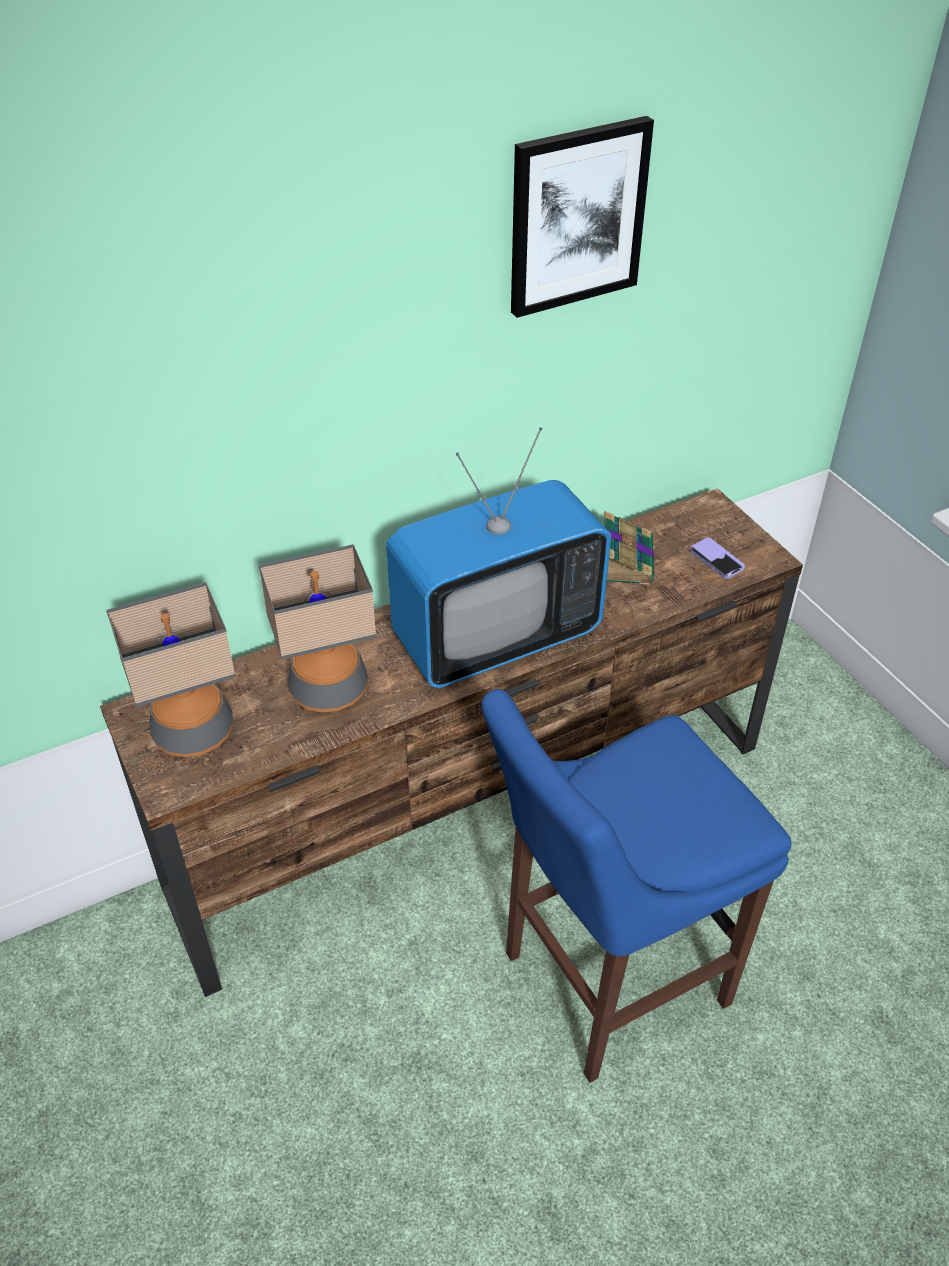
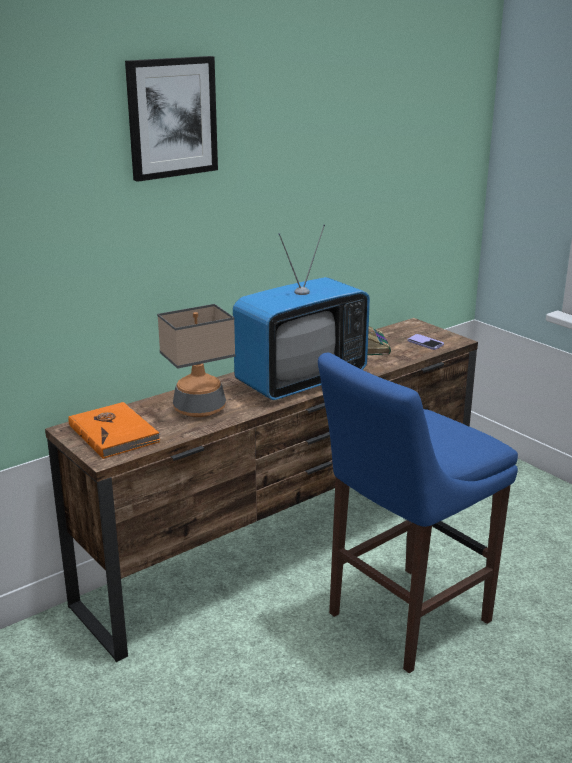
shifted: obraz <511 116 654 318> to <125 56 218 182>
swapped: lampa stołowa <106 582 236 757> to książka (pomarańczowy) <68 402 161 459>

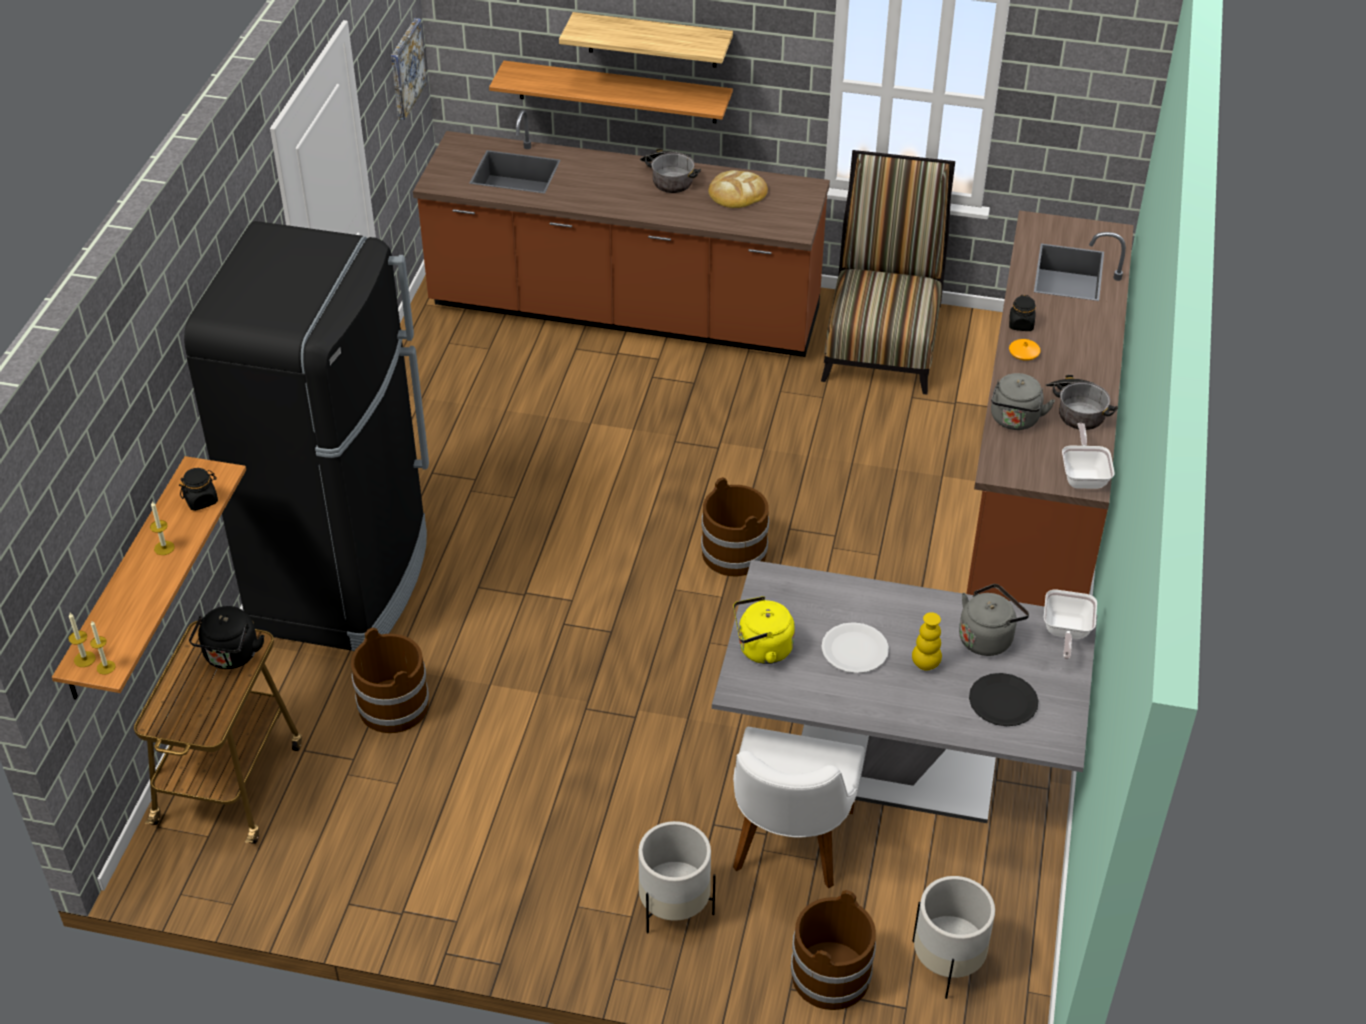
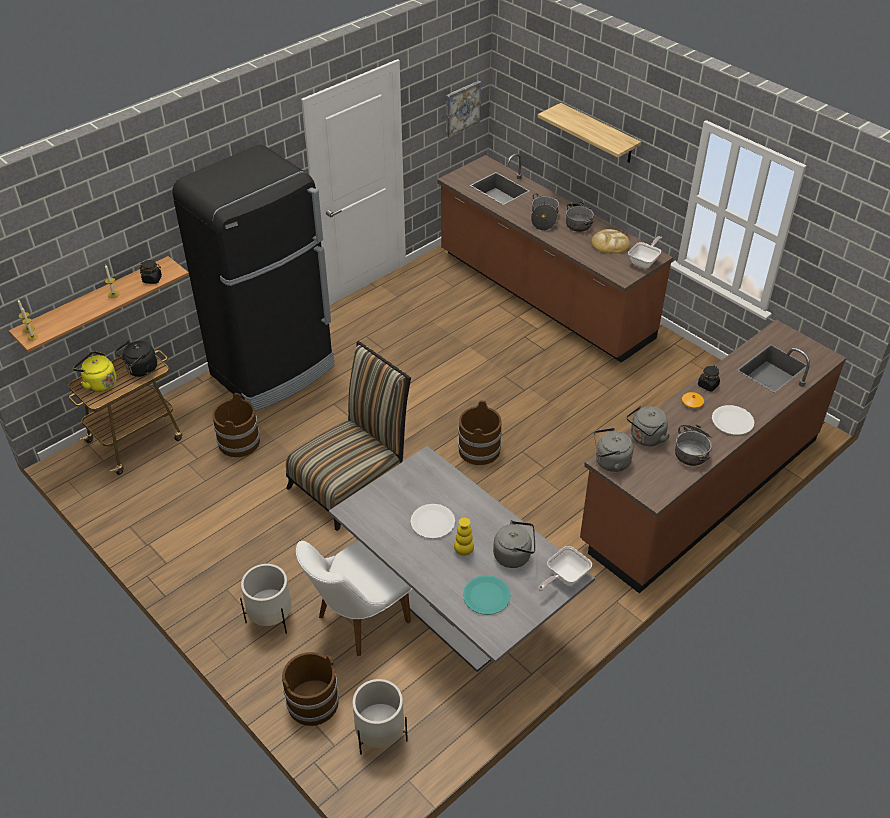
gone: półka <489 61 733 123>
new: garnek <531 193 559 231>; czajnik (szary) <594 428 634 472>; talerz (biały) <712 405 754 435>
shifted: czajnik (żółty) <733 596 795 664> to <73 351 116 392>; krzesło <821 150 955 395> to <286 341 411 531>; patelnia <1062 423 1115 489> to <628 236 662 269>
repainted: talerz (czarny) <969 673 1038 726> to talerz (turkusowy) <463 575 511 615>

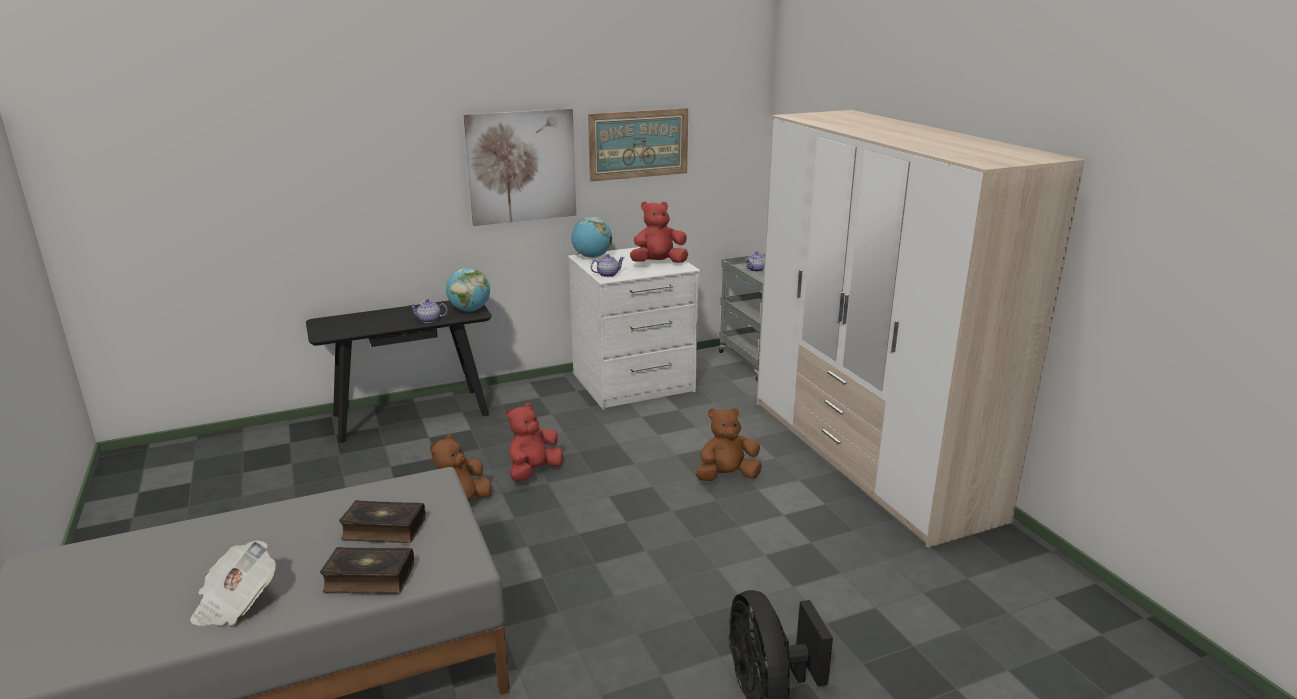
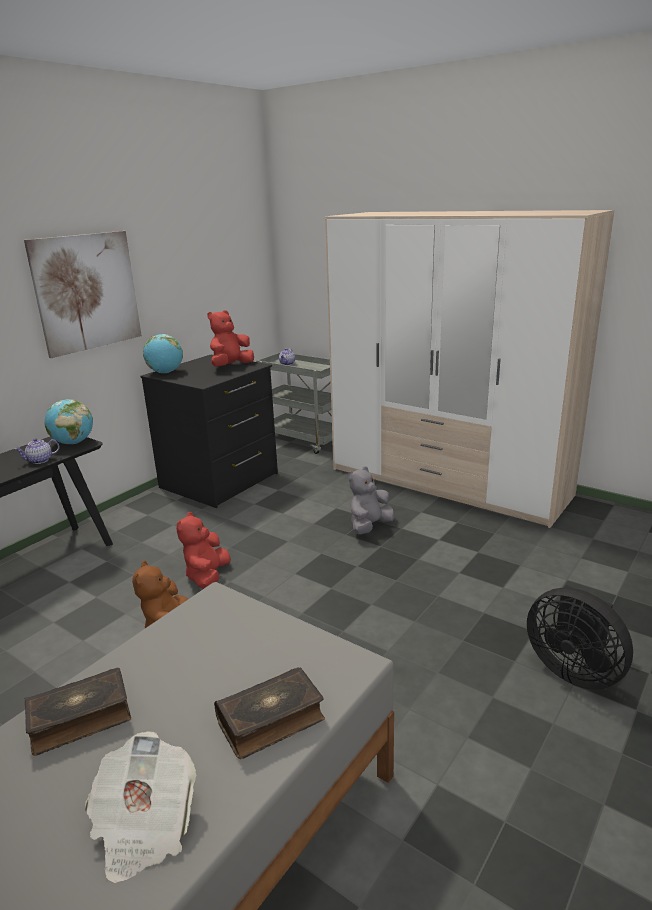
gone: obraz <588 108 688 182>; imbryk <591 254 625 277>
shifted: książka <339 500 425 543> to <25 668 131 756>
repainted: komoda (biały) <568 247 700 410> to komoda (czarny) <141 355 278 508>; pluszak (brązowy) <696 407 762 481> to pluszak (szary) <348 466 394 535>

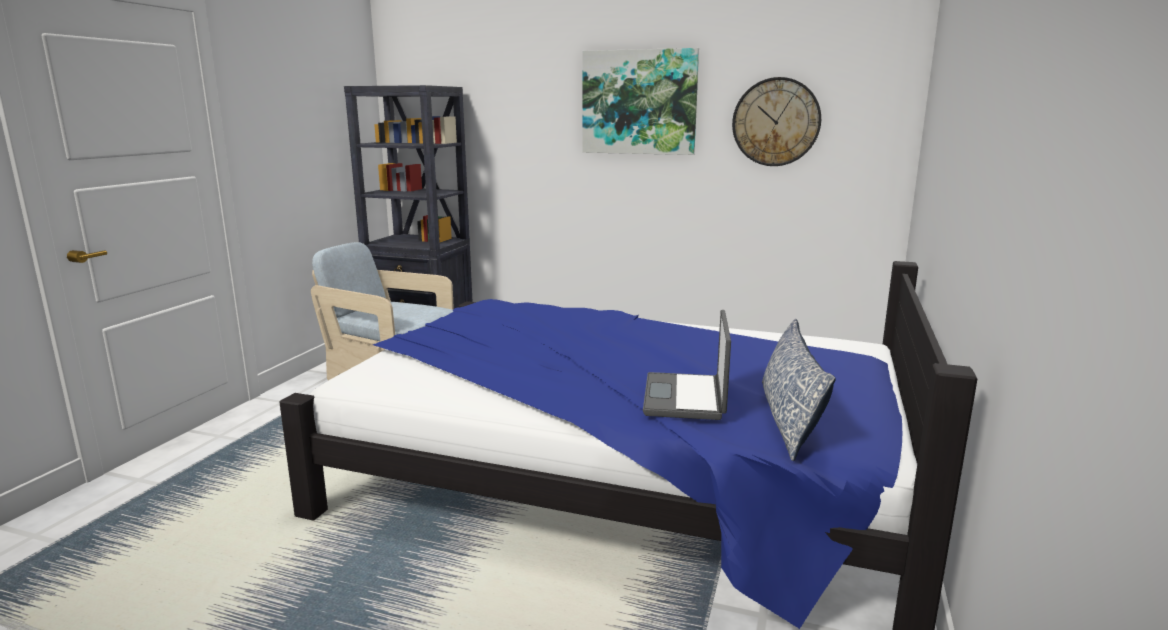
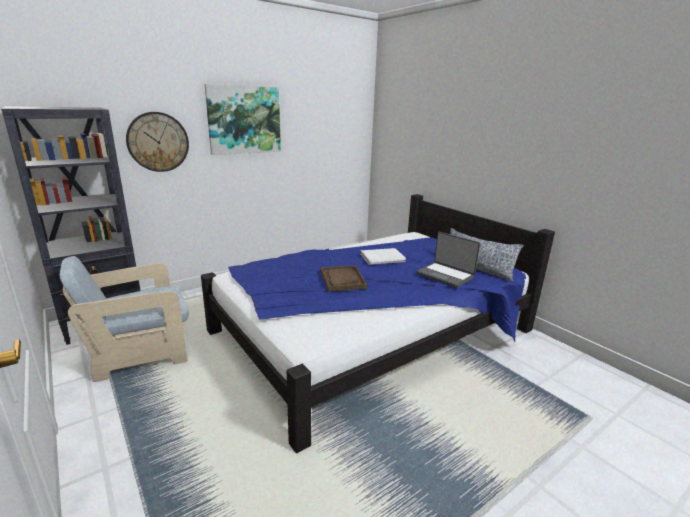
new: taca (brązowy) <320 265 367 292>; książka (biały) <361 248 406 265>
shifted: zegar ścienny <732 77 821 166> to <126 112 189 172>

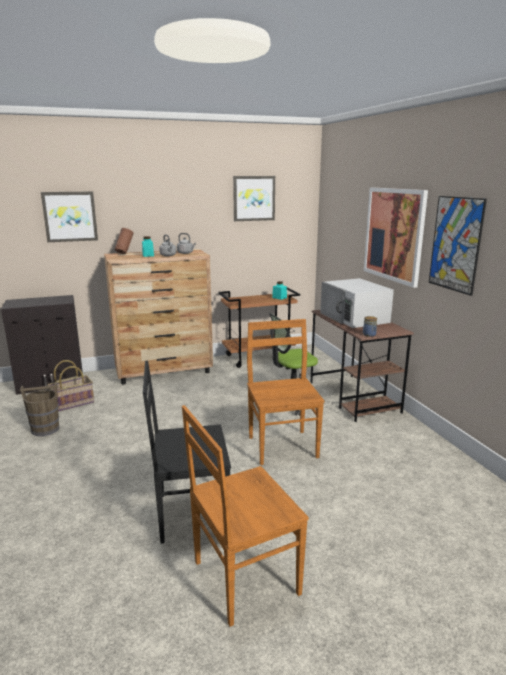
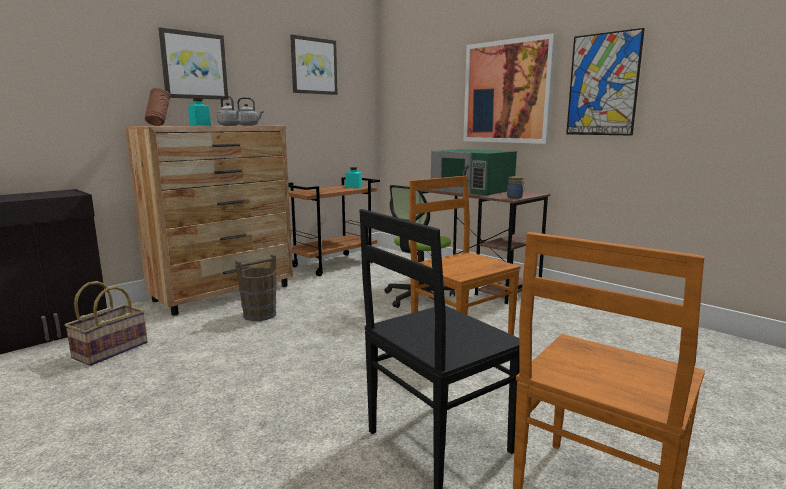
shifted: wiadro (brązowy) <20 382 60 436> to <235 254 277 321>; obraz <41 191 98 242> to <158 27 228 100>
repainted: mikrofalówka (biały) <320 278 394 328> to mikrofalówka (zielony) <431 149 517 195>

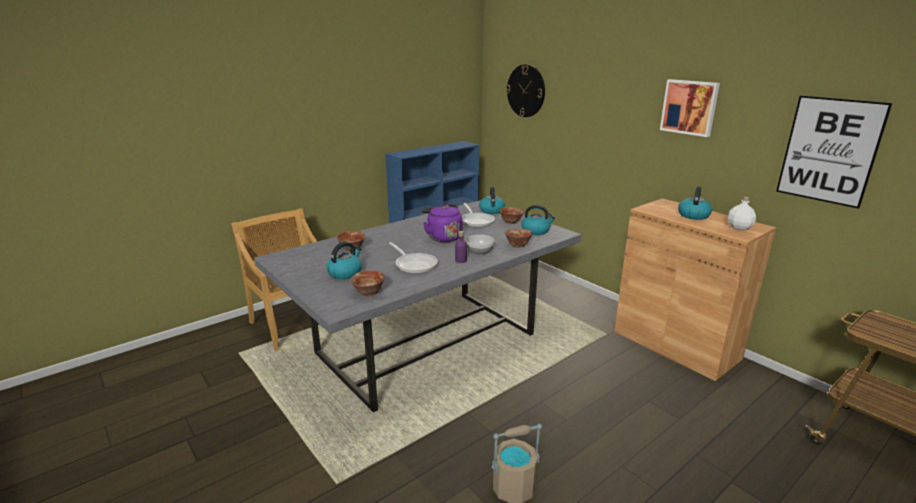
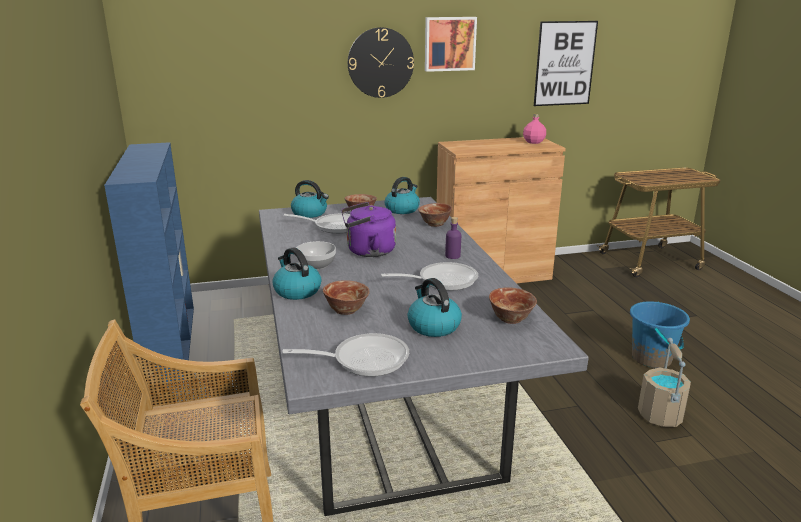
new: patelnia <282 333 409 377>; wiadro (niebieski) <630 301 690 368>
shifted: miska <466 235 494 255> to <297 241 336 270>; zegar ścienny <506 64 545 117> to <348 27 414 98>; czajnik <678 186 712 220> to <272 247 321 300>
repainted: butelka (biały) <728 197 756 230> to butelka (różowy) <523 114 546 144>

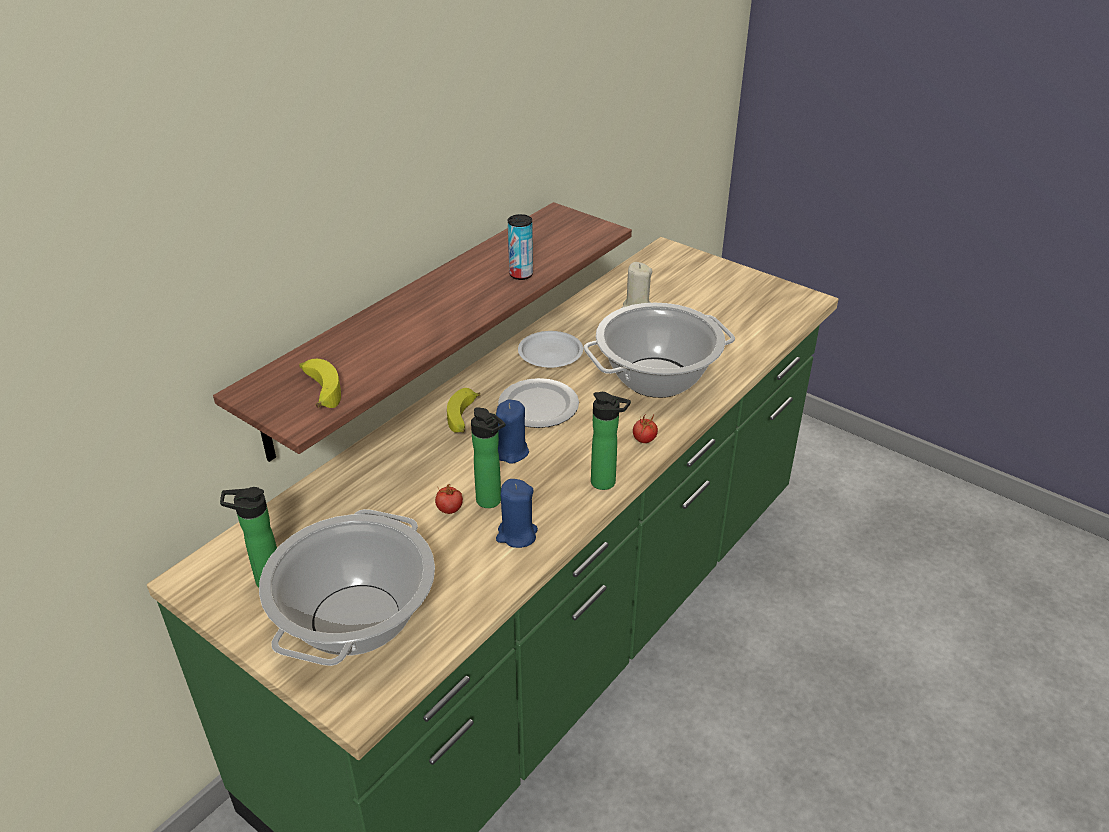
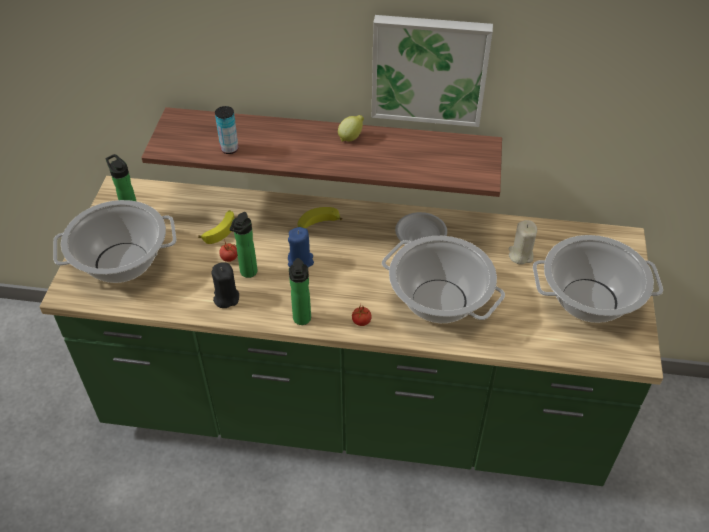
gone: talerz <498 378 579 428>
new: cytryna <338 115 364 142>; obraz <372 15 493 127>; garnek <533 235 663 323>
shifted: banan <299 359 341 408> to <198 210 234 244>; puszka <508 214 533 280> to <215 106 239 154>
repainted: świeca (niebieski) <496 479 538 548> to świeca (czarny) <211 262 239 308>

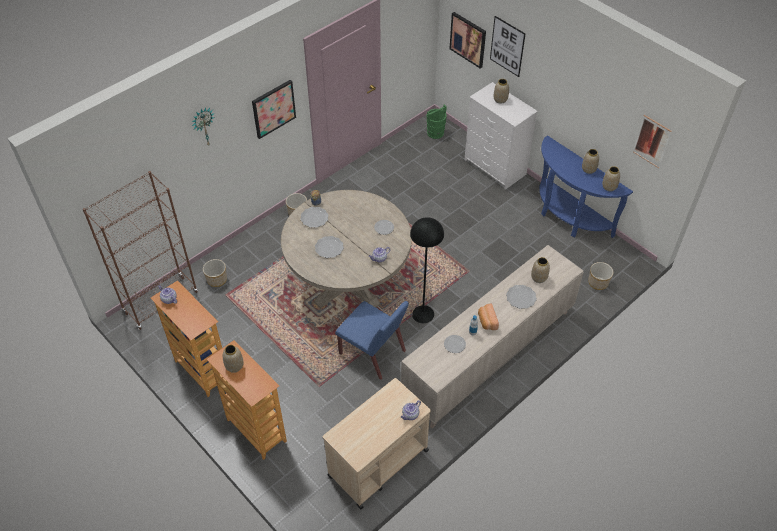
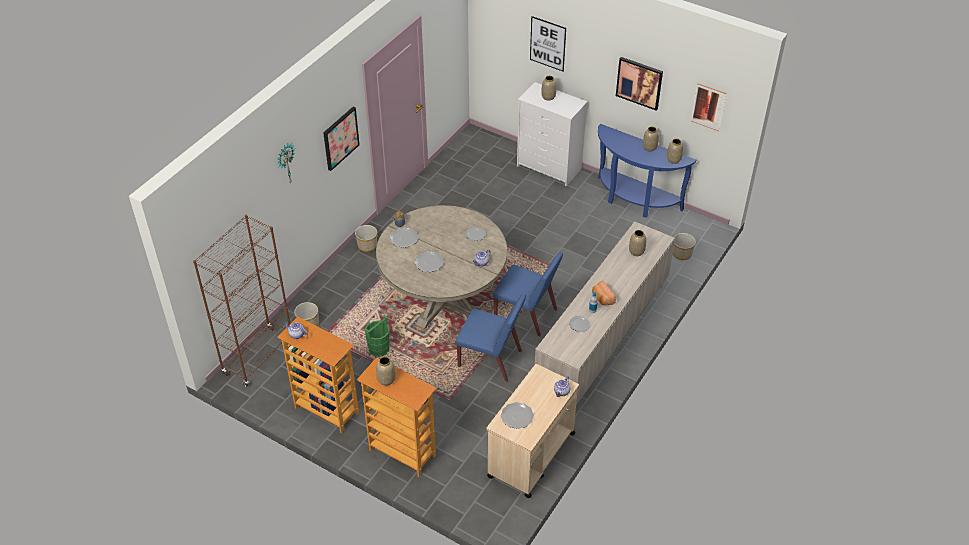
shifted: wiadro (zielony) <426 104 447 139> to <365 316 390 357>; obraz <449 12 486 69> to <616 57 663 111>; talerz <506 285 537 309> to <501 402 534 429>
swapped: lampa stojąca (czarny) <410 217 444 323> to krzesło (niebieski) <492 252 563 337>

